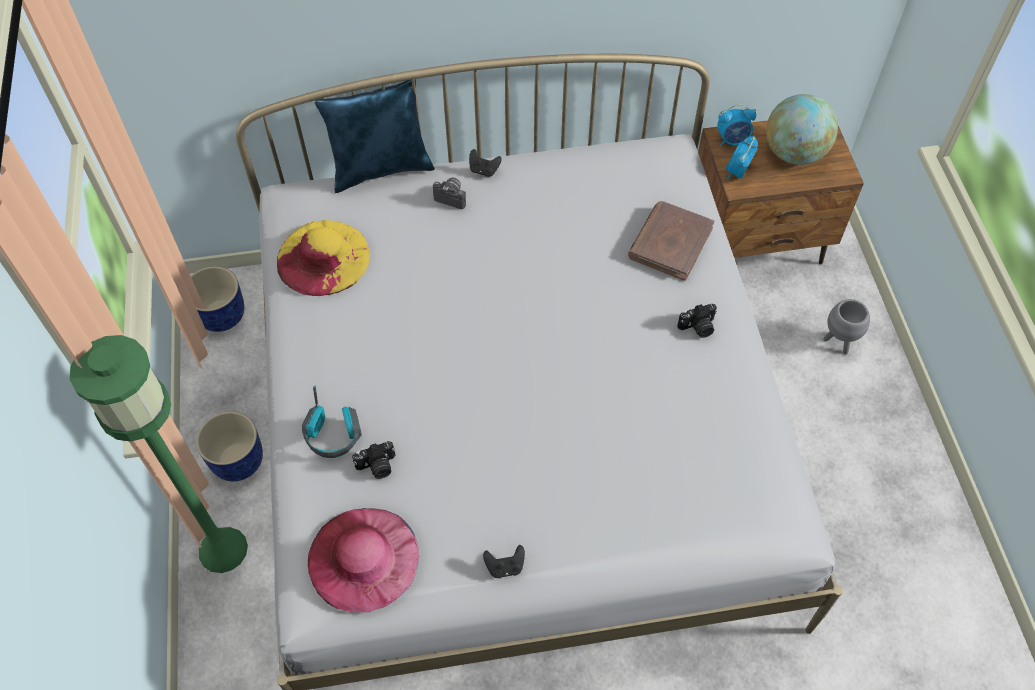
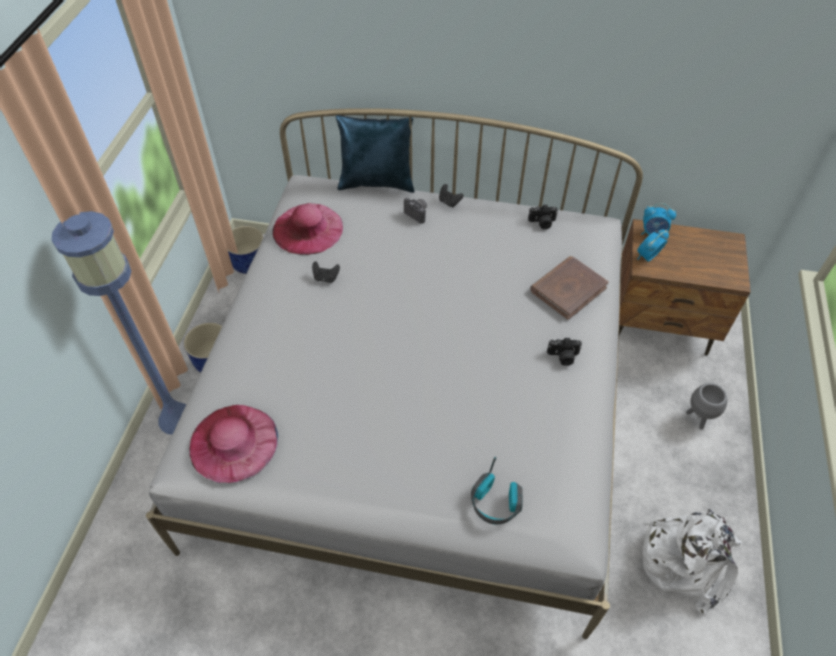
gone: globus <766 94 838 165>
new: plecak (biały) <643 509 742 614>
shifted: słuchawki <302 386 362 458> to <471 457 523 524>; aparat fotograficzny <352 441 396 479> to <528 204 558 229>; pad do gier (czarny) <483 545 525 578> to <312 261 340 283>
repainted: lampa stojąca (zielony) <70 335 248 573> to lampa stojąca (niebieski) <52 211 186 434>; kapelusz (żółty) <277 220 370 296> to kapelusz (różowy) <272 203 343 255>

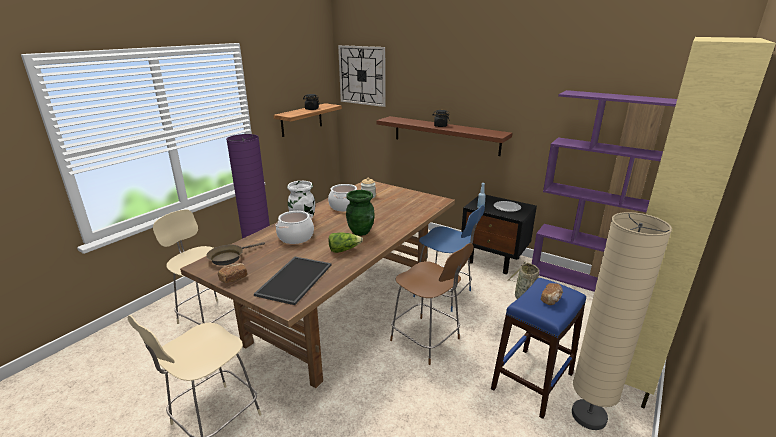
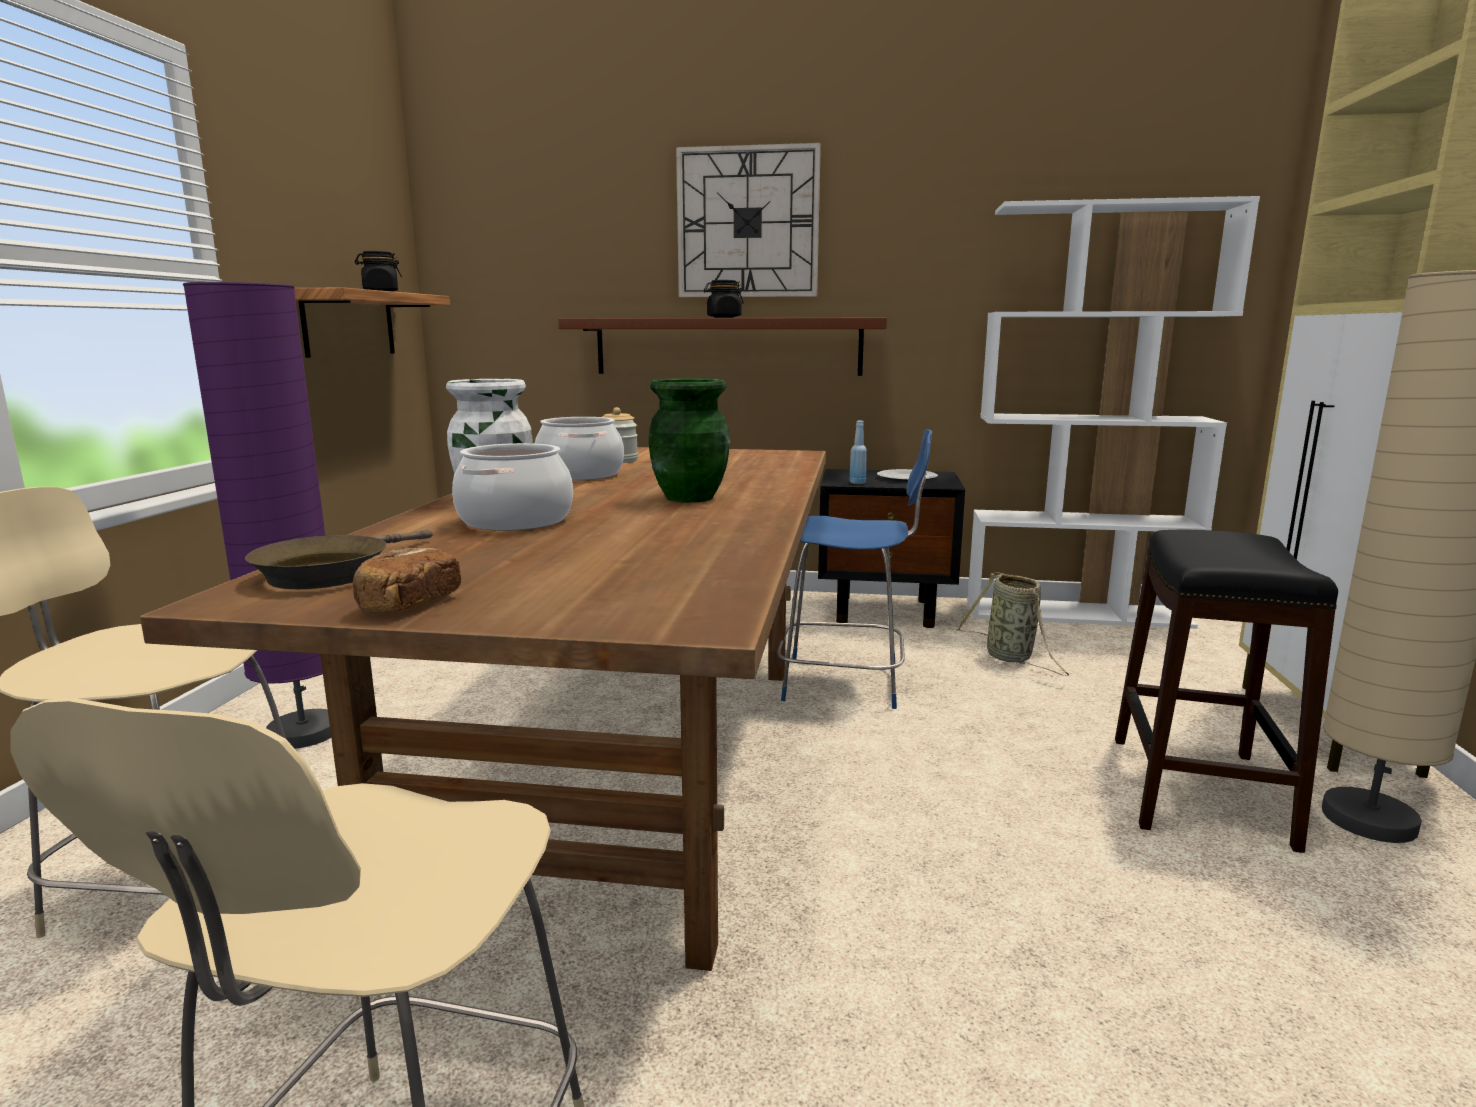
gone: taca <254 257 331 305>; sałata <328 232 363 253>; krzesło (brązowy) <390 243 474 365>; chleb <541 283 563 305>
shifted: zegar ścienny <338 45 385 107> to <676 143 821 297>
repainted: stołek (niebieski) <491 278 586 419> to stołek (czarny) <1115 530 1338 853>; regał (fioletowy) <532 90 677 292> to regał (biały) <967 196 1260 629>

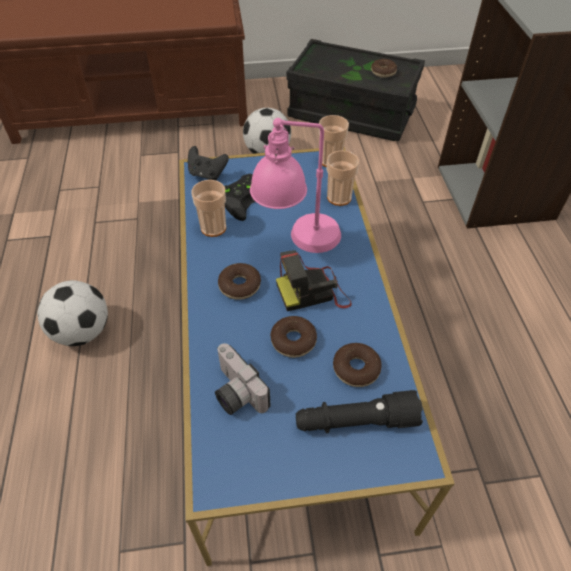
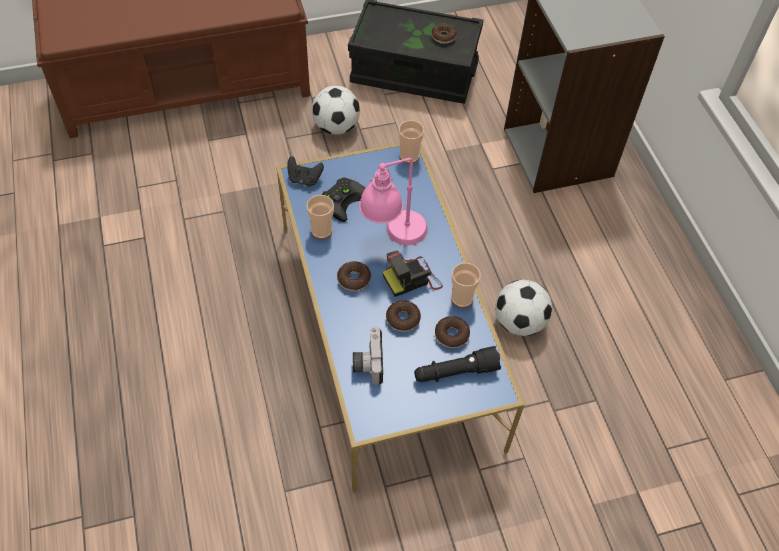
shifted: piłka futbolowa <37 280 108 346> to <495 280 552 336>; filiżanka <327 150 359 206> to <451 263 481 308>
rotated: aparat fotograficzny <215 343 270 415> = <353 326 383 385> 45 degrees clockwise

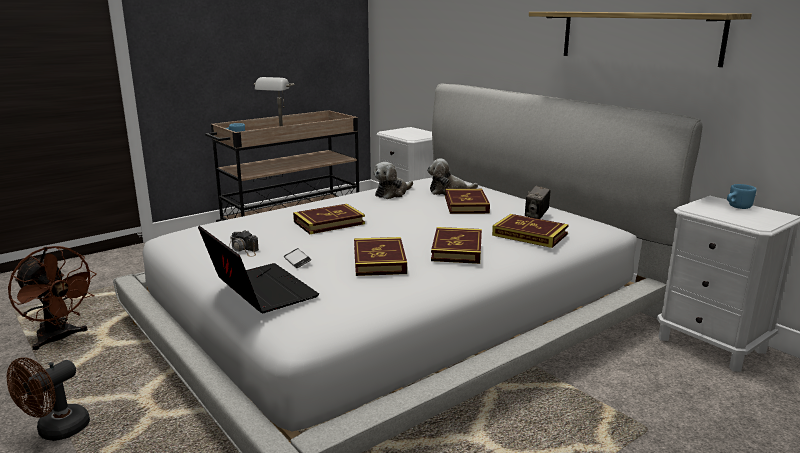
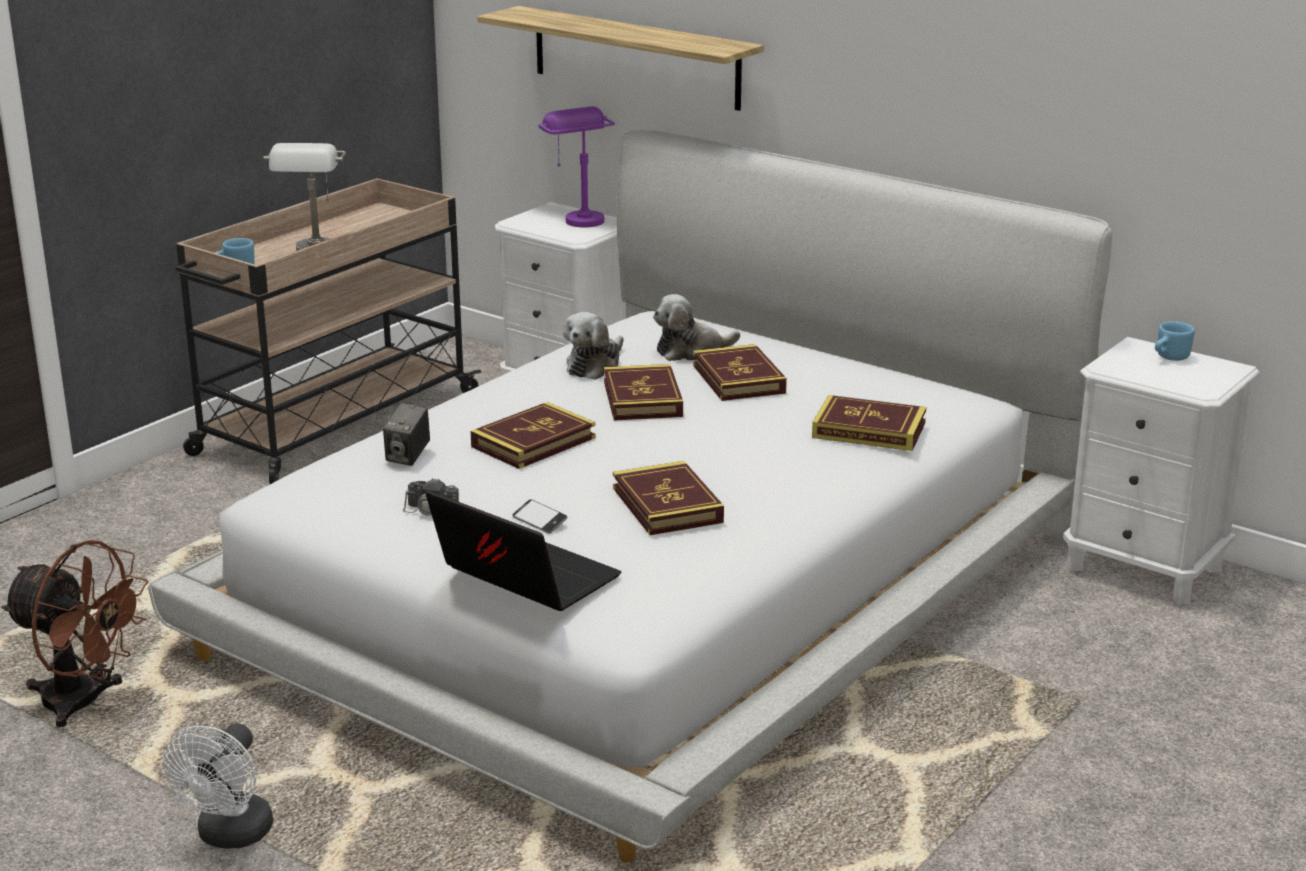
new: lampa stołowa (fioletowy) <539 106 615 228>
shifted: książka <431 227 482 264> to <604 364 683 421>; aparat fotograficzny <525 186 551 219> to <383 402 430 466>; półka <529 12 752 67> to <477 6 764 111>
repainted: wentylator (brązowy) <7 357 90 441> to wentylator (biały) <164 723 273 848>

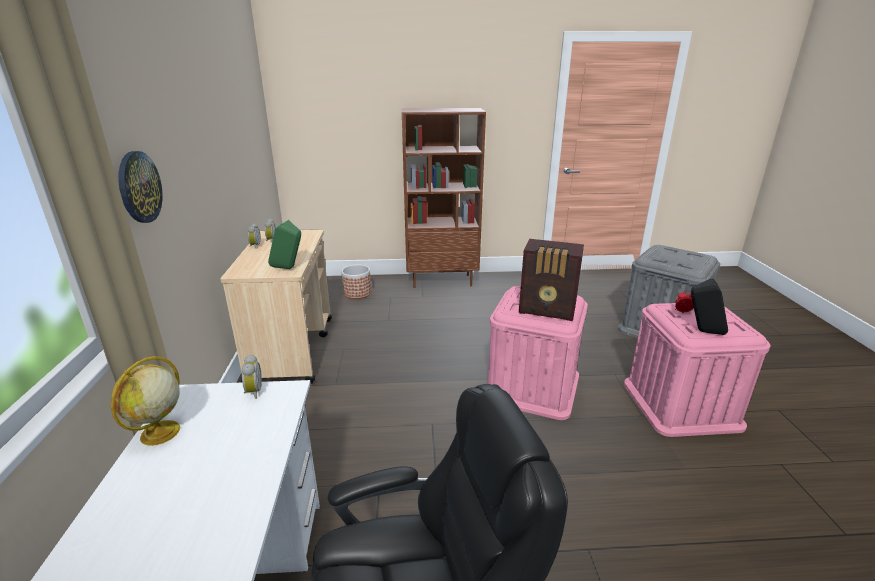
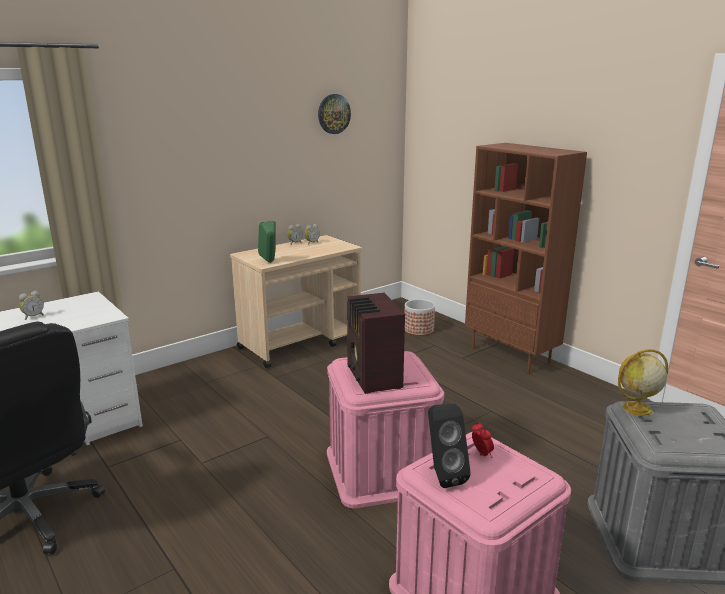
shifted: globus <111 356 180 446> to <618 349 668 416>; zegar ścienny <118 151 162 223> to <318 94 351 134>; budzik <242 354 262 399> to <19 291 44 320>

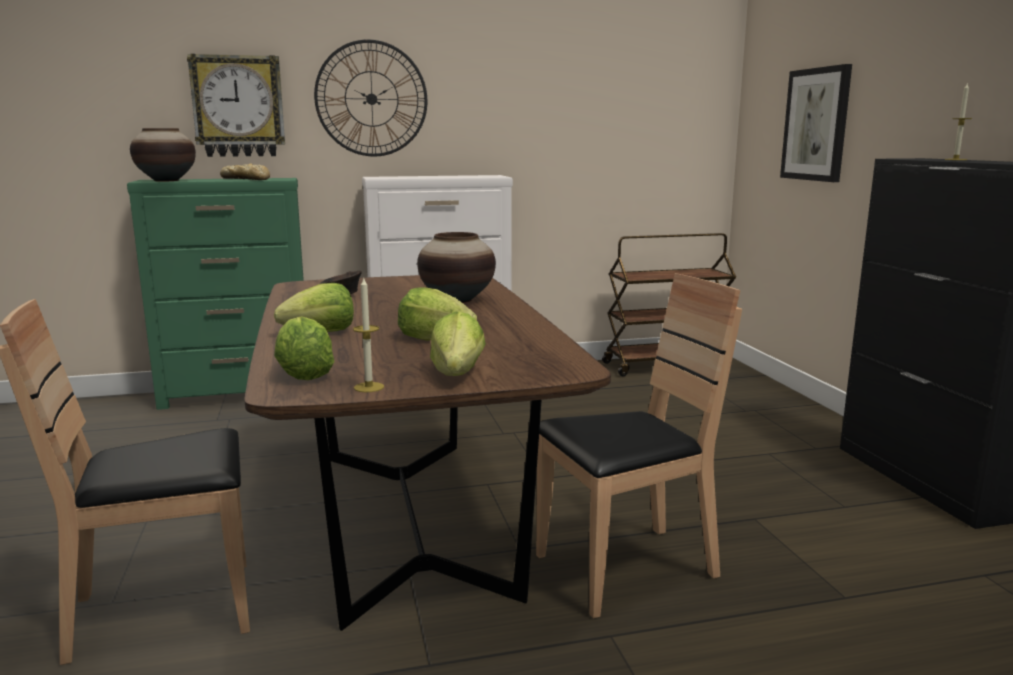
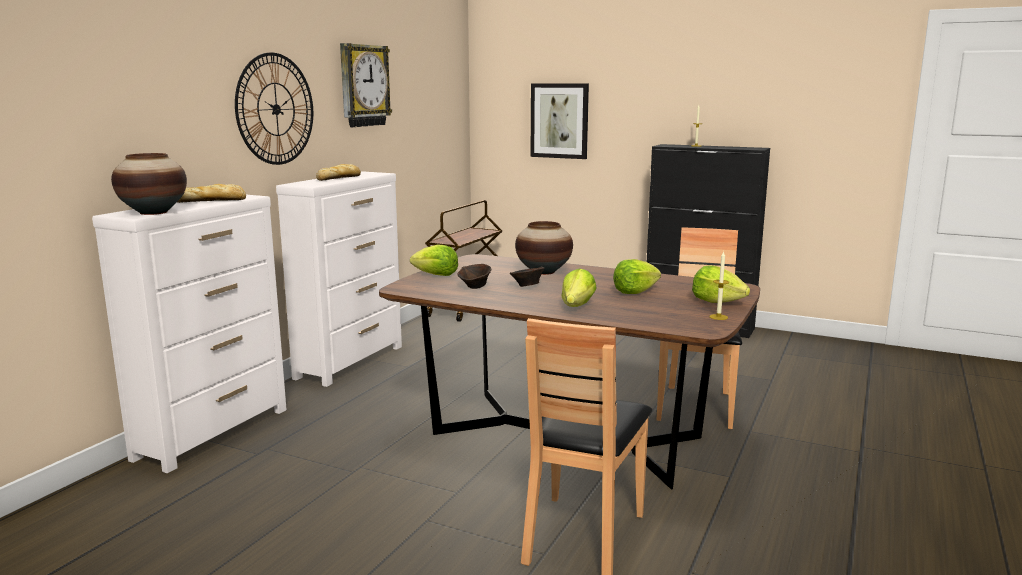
new: chleb <316 164 361 181>; miska (brązowy) <510 266 545 287>
shifted: zegar ścienny <187 54 285 157> to <340 43 392 127>; sałata <274 316 335 380> to <410 245 458 276>
repainted: komoda (zielony) <127 178 304 410> to komoda (biały) <92 195 287 473>

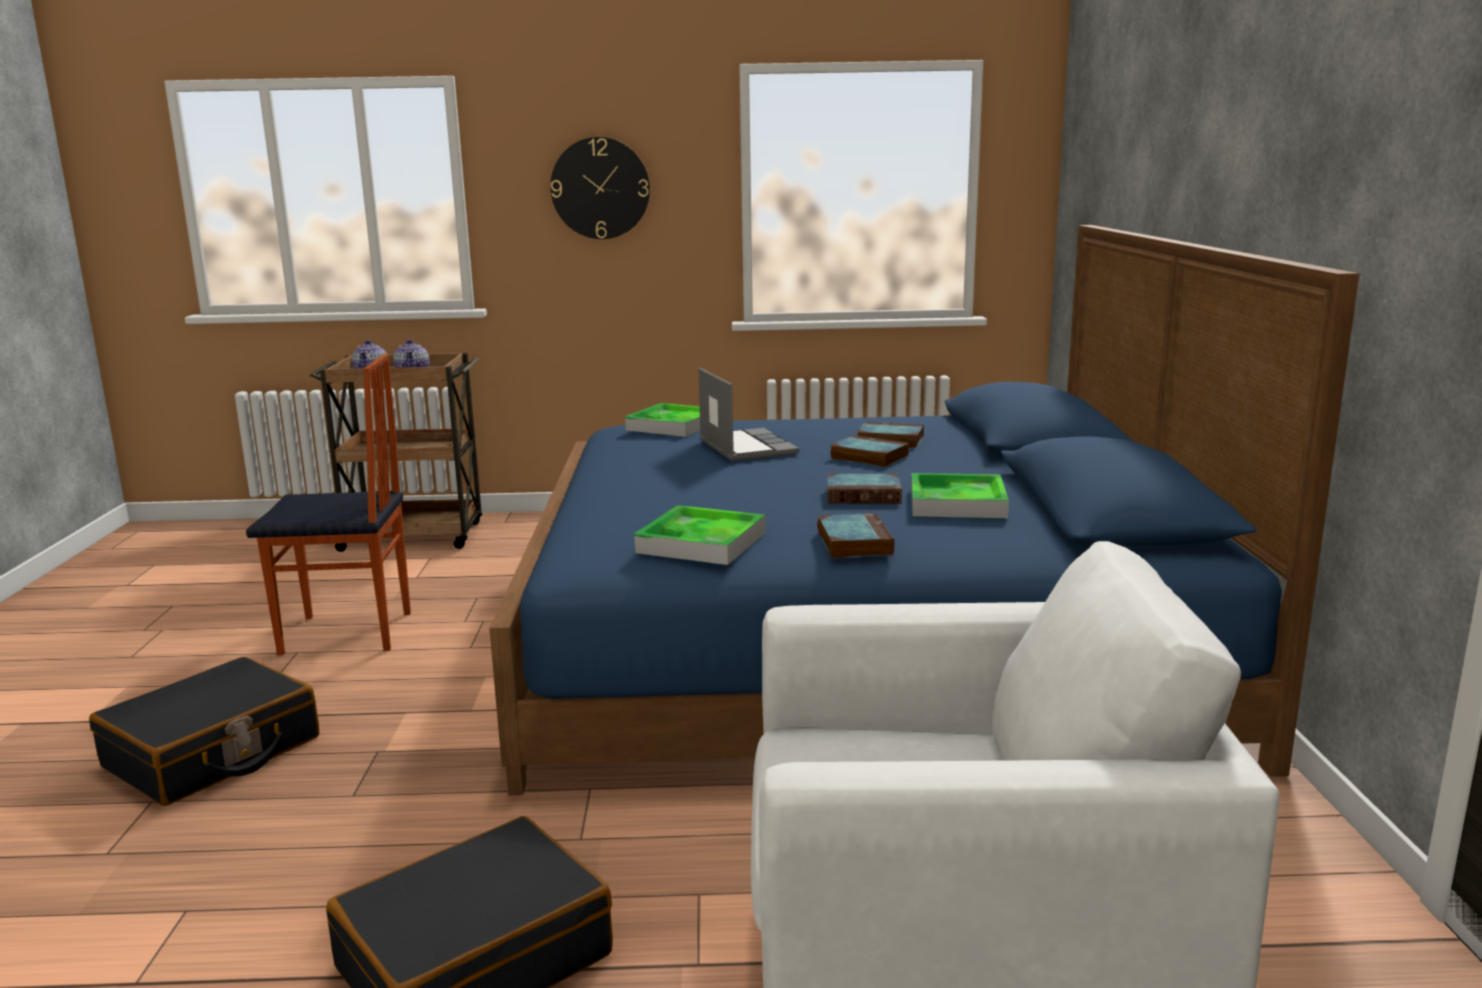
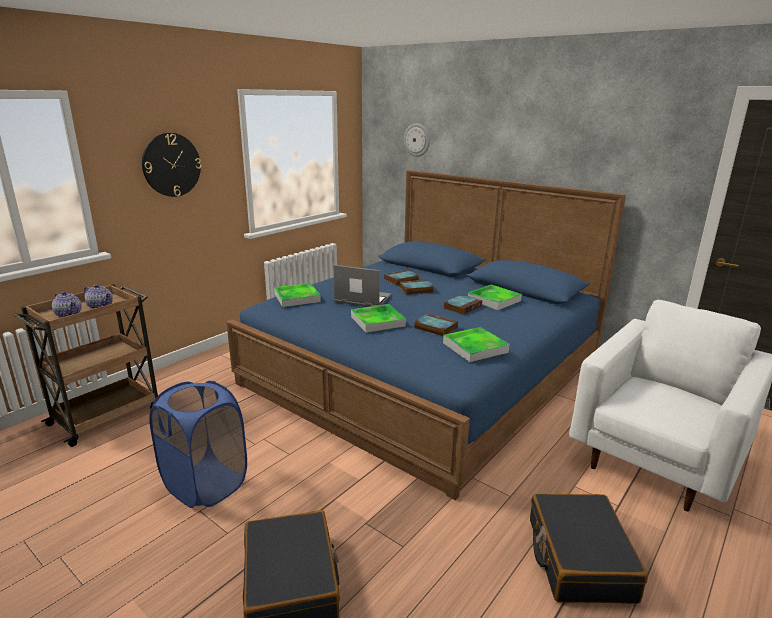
new: taca <351 304 406 333>; zegar ścienny <404 123 430 157>
shifted: książka <817 513 895 558> to <414 313 458 336>
swapped: krzesło <246 354 411 655> to kosz na pranie (niebieski) <149 381 247 508>

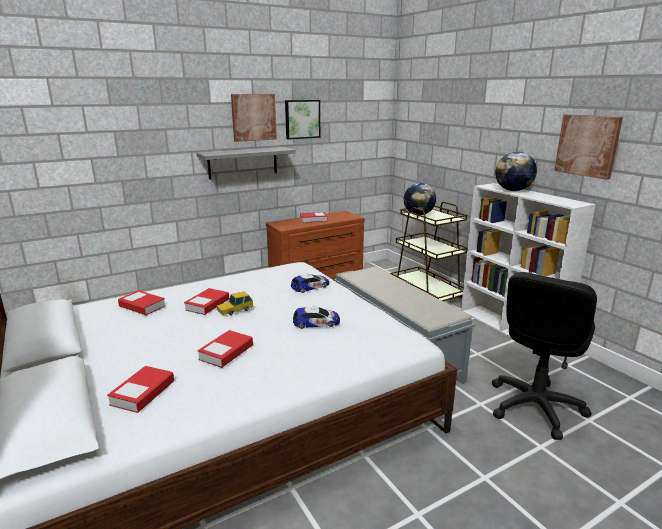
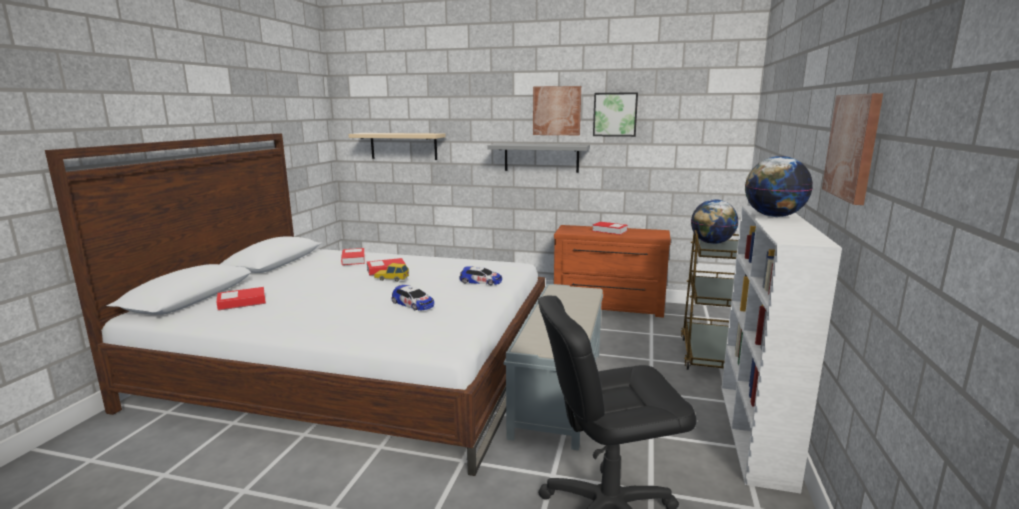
gone: książka <197 330 253 368>
new: półka (beżowy) <348 133 446 160>

